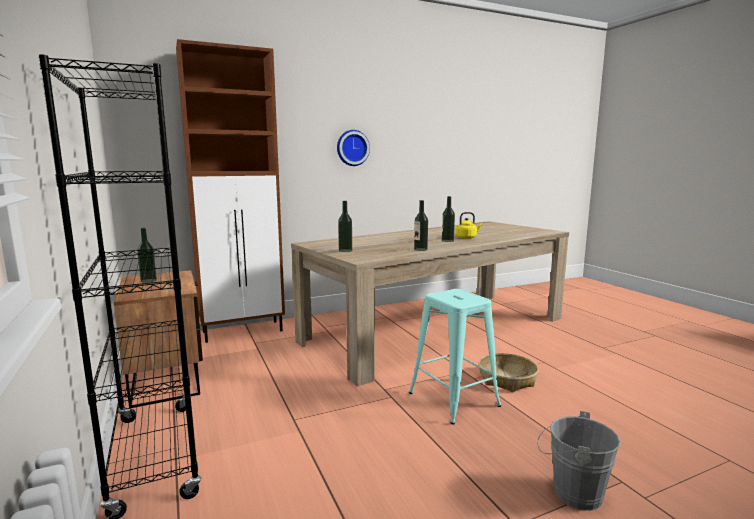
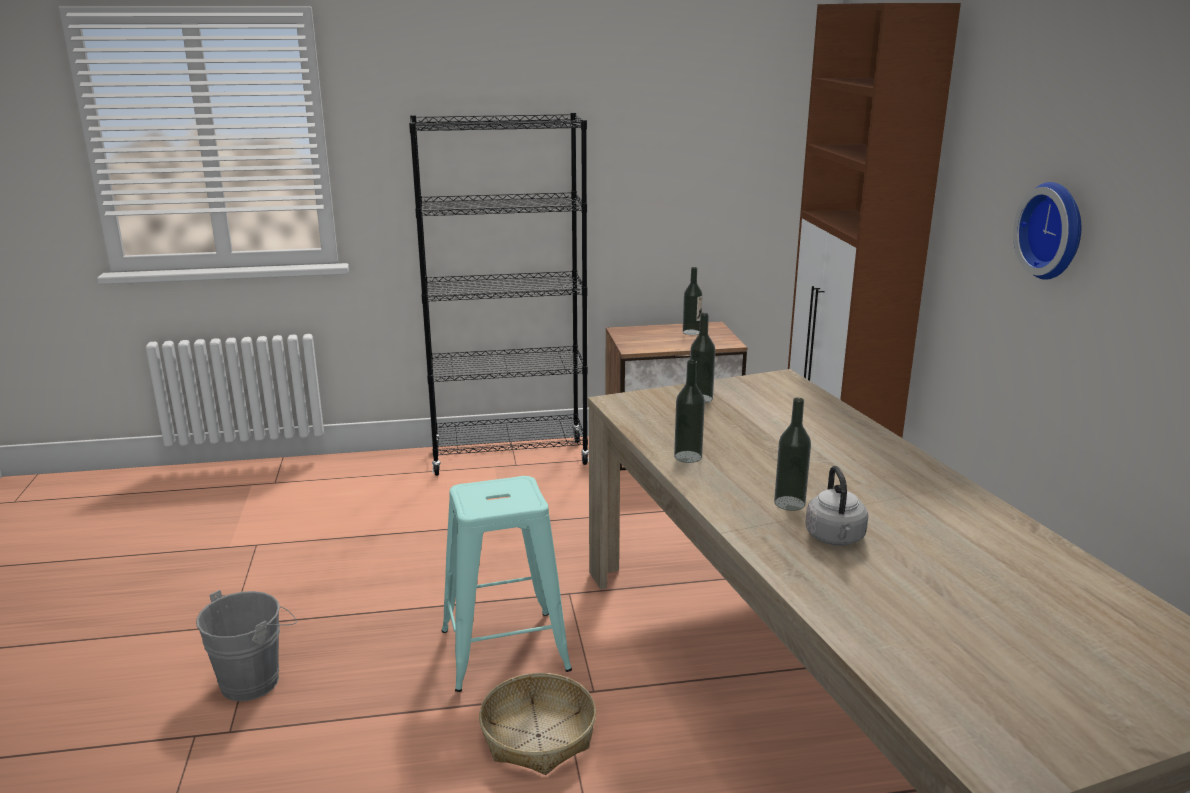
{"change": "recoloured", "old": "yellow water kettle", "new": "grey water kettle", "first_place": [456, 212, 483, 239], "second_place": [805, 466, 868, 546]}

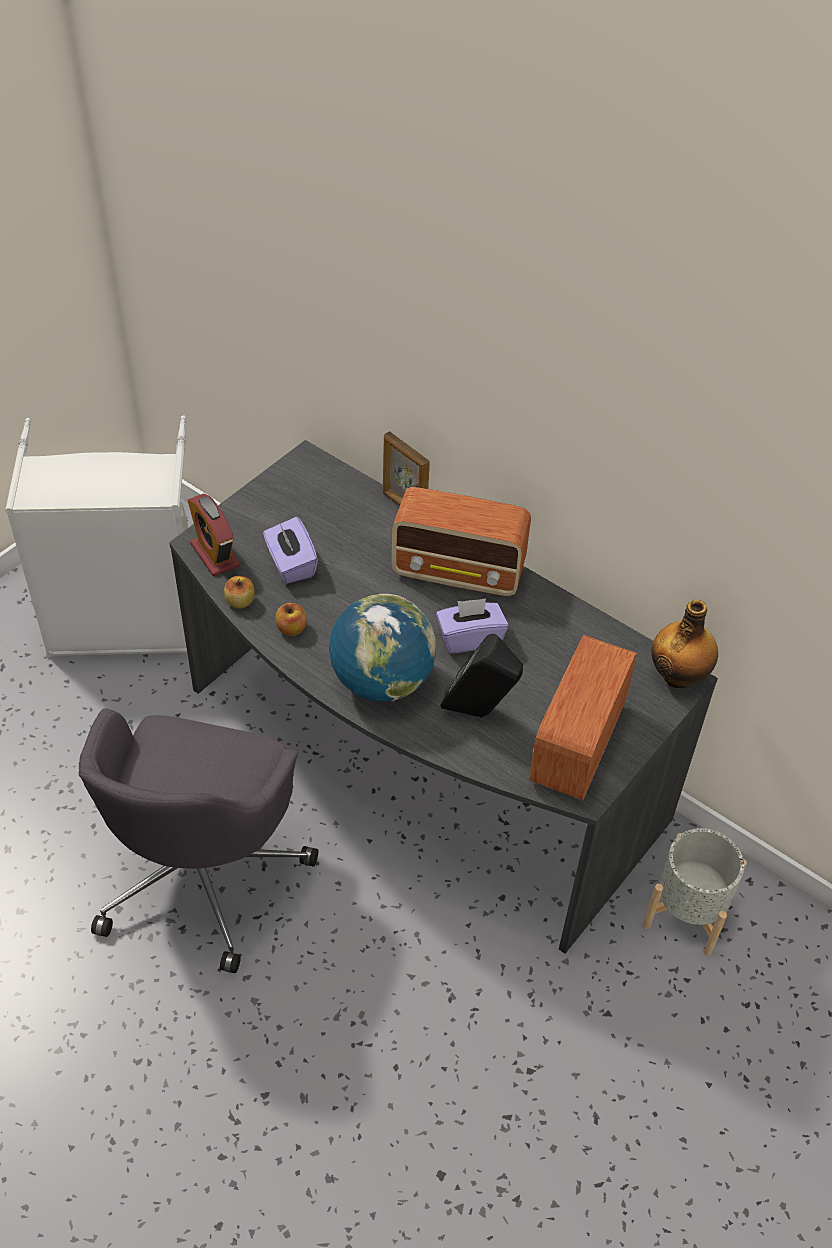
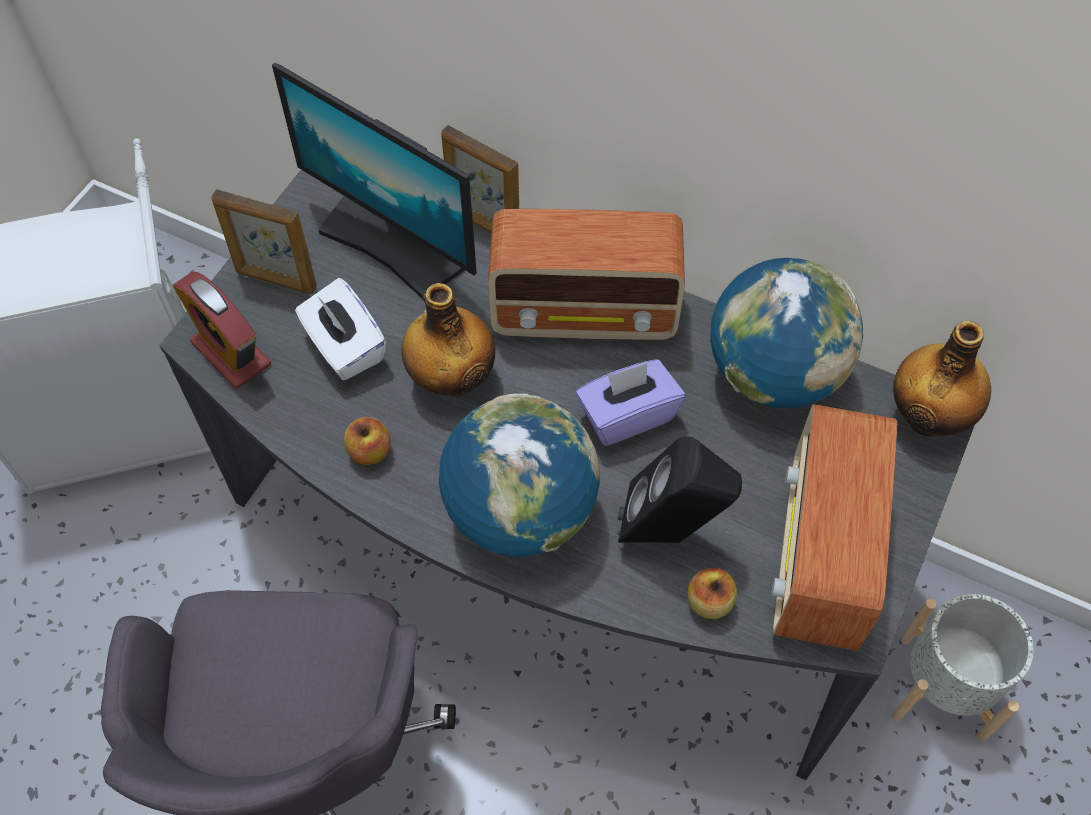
{"change": "added", "new": "picture frame", "second_place": [211, 189, 317, 294]}
{"change": "added", "new": "computer screen", "second_place": [272, 63, 477, 298]}
{"change": "recoloured", "old": "purplish box of tissues", "new": "white-coloured box of tissues", "first_place": [263, 517, 318, 584], "second_place": [295, 278, 386, 380]}
{"change": "added", "new": "bottle", "second_place": [401, 283, 495, 396]}
{"change": "moved", "old": "apple fruit", "first_place": [224, 576, 255, 609], "second_place": [687, 568, 737, 619]}
{"change": "added", "new": "world globe", "second_place": [710, 258, 863, 408]}

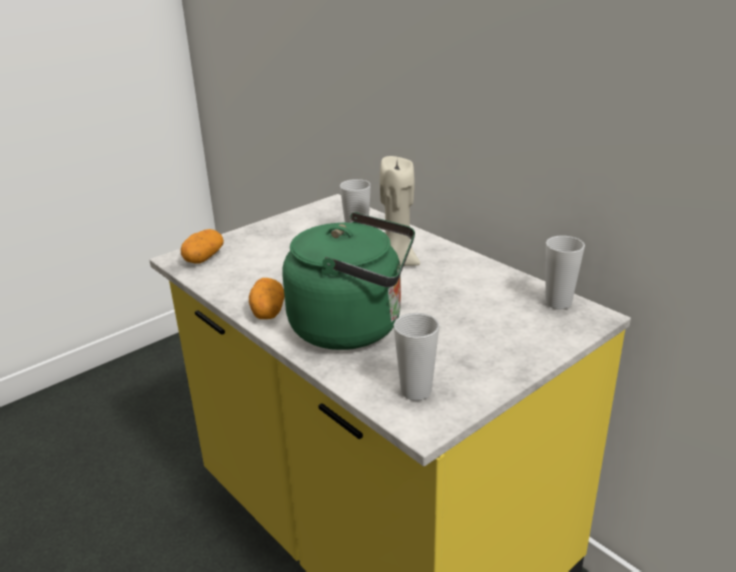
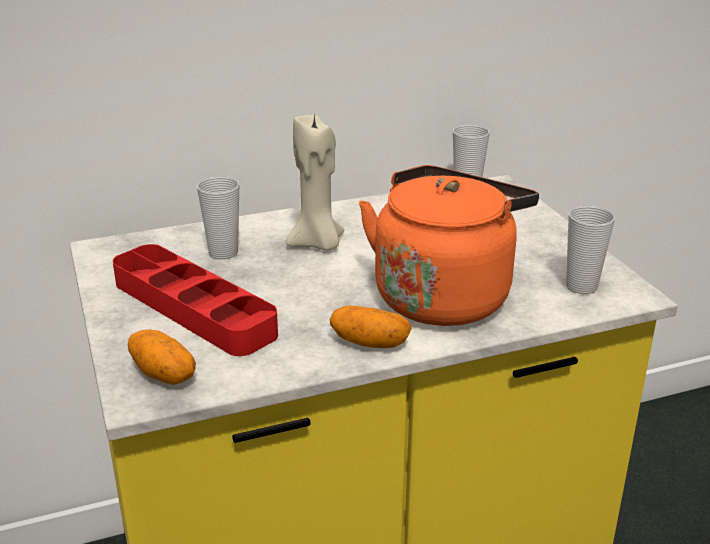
{"change": "added", "new": "red tray", "second_place": [113, 244, 278, 356]}
{"change": "recoloured", "old": "greenish water kettle", "new": "orange water kettle", "first_place": [283, 212, 415, 350], "second_place": [359, 165, 539, 326]}

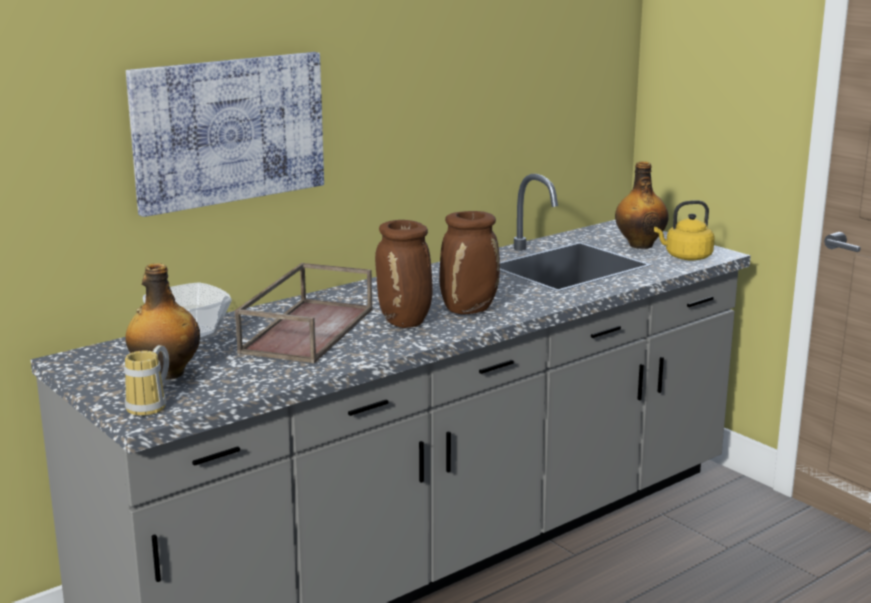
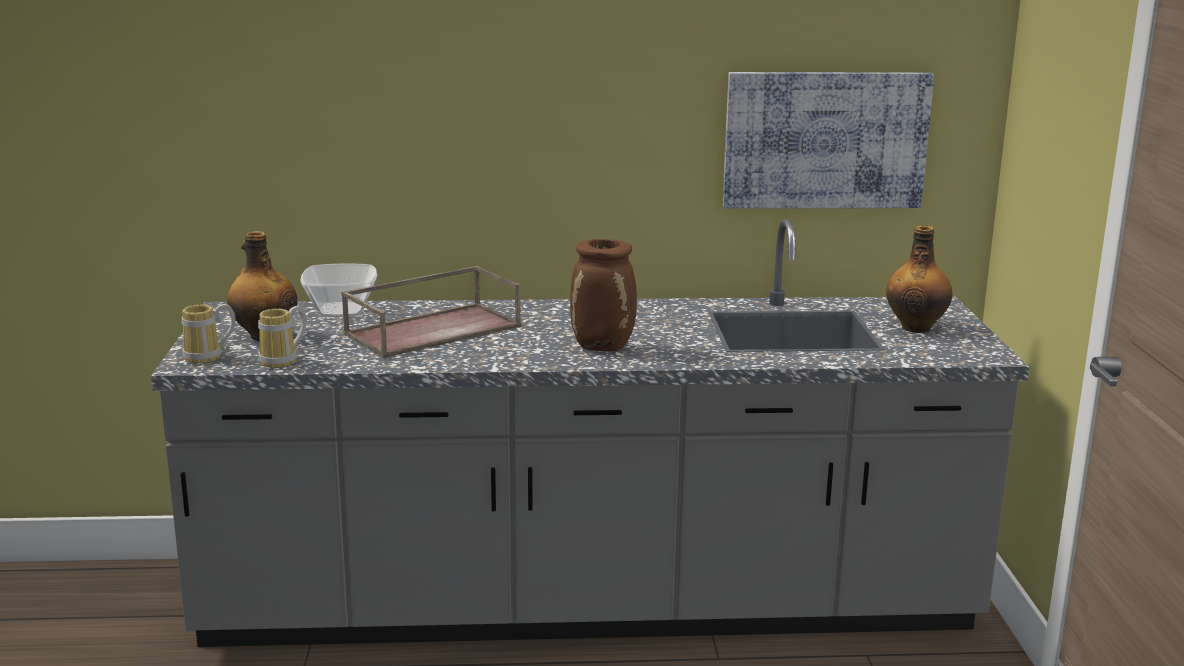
{"change": "added", "new": "coffee mug", "second_place": [258, 306, 307, 368]}
{"change": "moved", "old": "wall art", "first_place": [126, 52, 324, 217], "second_place": [723, 72, 934, 209]}
{"change": "removed", "old": "brown flower vase", "first_place": [375, 220, 433, 328]}
{"change": "removed", "old": "yellow water kettle", "first_place": [654, 200, 715, 260]}

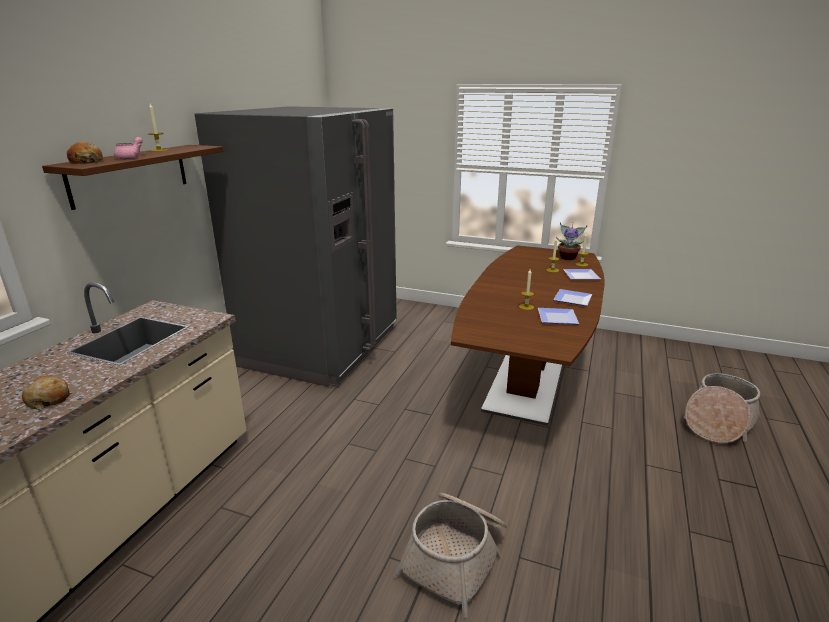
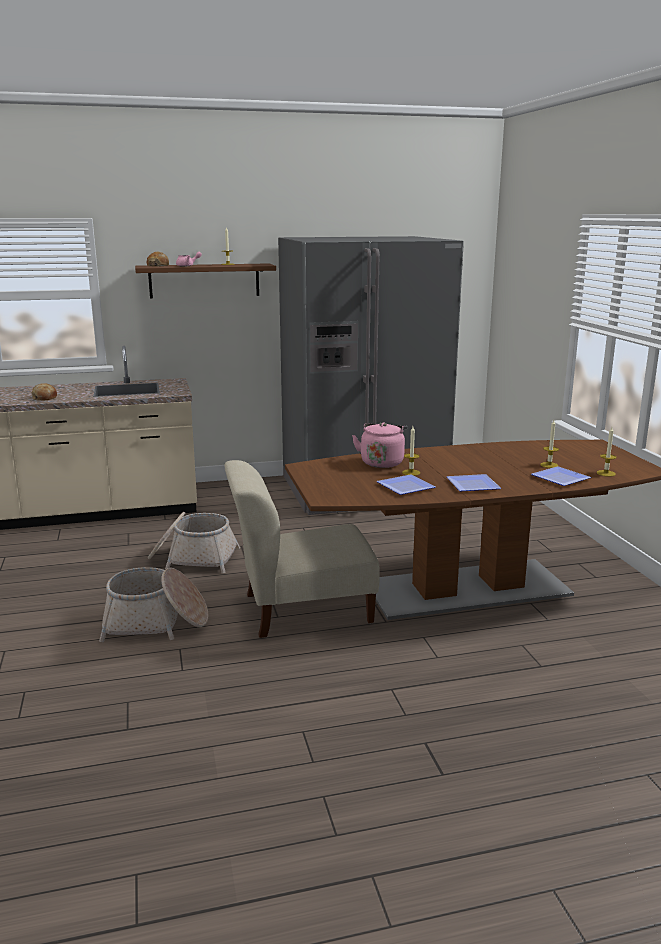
{"change": "moved", "old": "storage basket", "first_place": [684, 373, 760, 443], "second_place": [148, 512, 240, 573]}
{"change": "added", "new": "beige-coloured chair", "second_place": [224, 460, 380, 638]}
{"change": "added", "new": "pink water kettle", "second_place": [352, 422, 407, 468]}
{"change": "removed", "old": "houseplant", "first_place": [556, 222, 588, 260]}

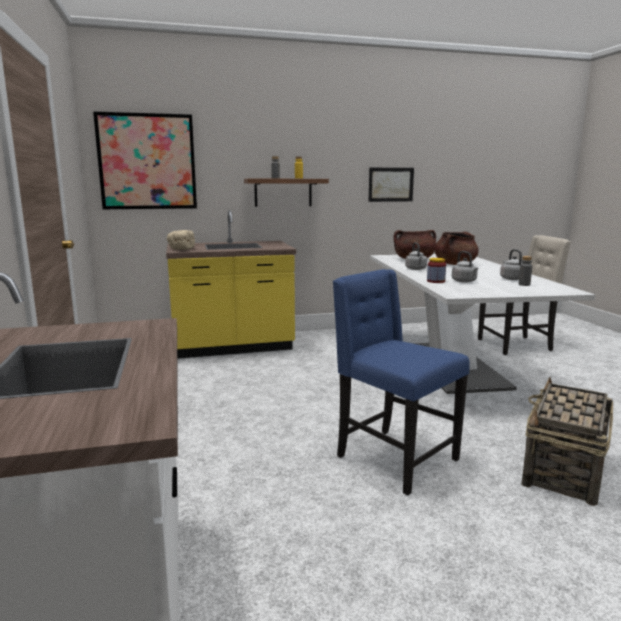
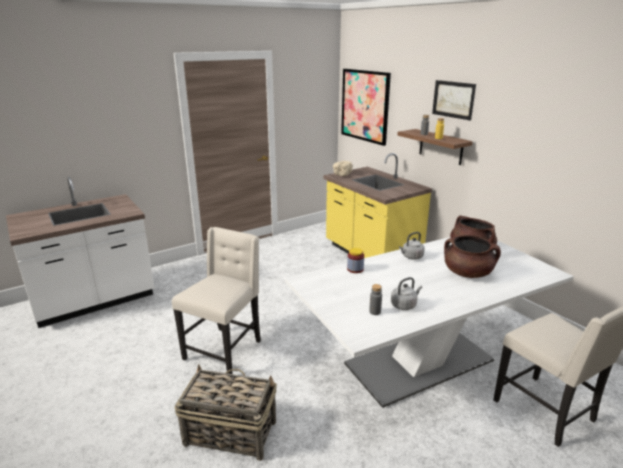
{"change": "recoloured", "old": "bluish chair", "new": "beige-coloured chair", "first_place": [333, 269, 470, 495], "second_place": [172, 227, 261, 374]}
{"change": "moved", "old": "wall art", "first_place": [369, 168, 414, 202], "second_place": [432, 80, 476, 120]}
{"change": "removed", "old": "grey water kettle", "first_place": [452, 251, 478, 283]}

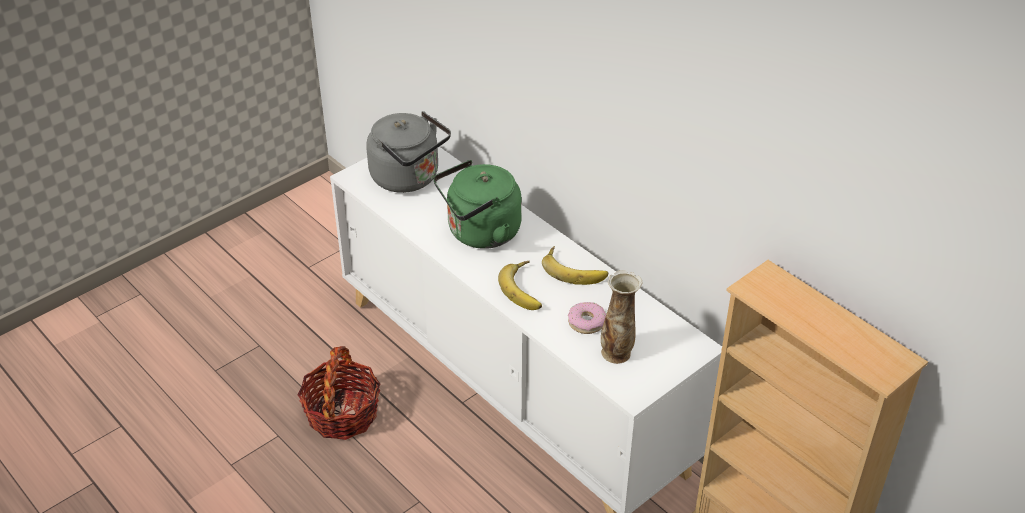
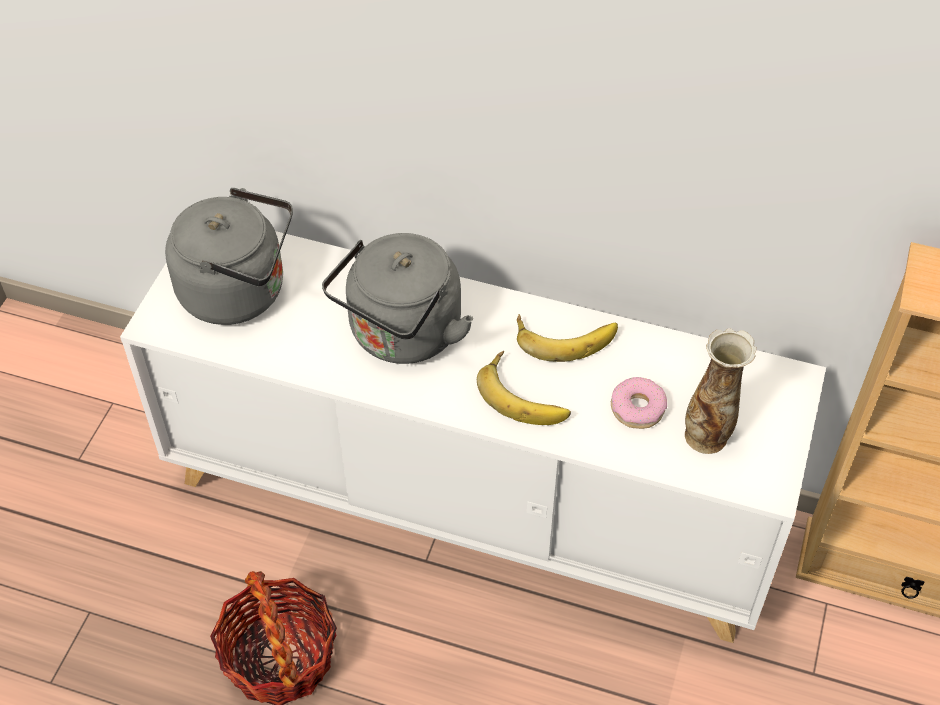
{"change": "recoloured", "old": "greenish water kettle", "new": "grey water kettle", "first_place": [433, 160, 522, 249], "second_place": [322, 233, 474, 364]}

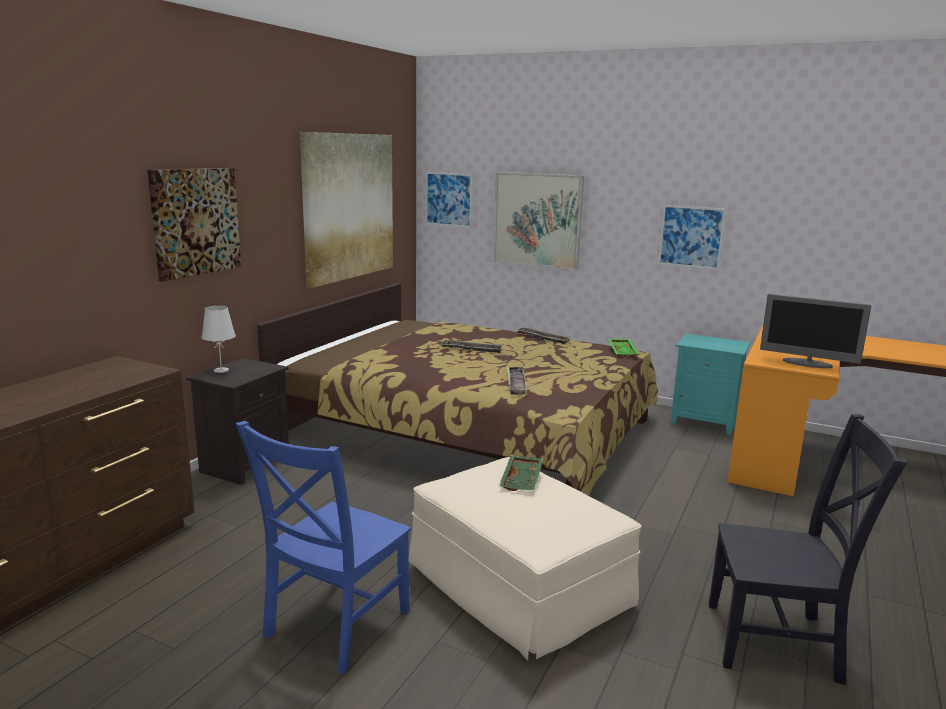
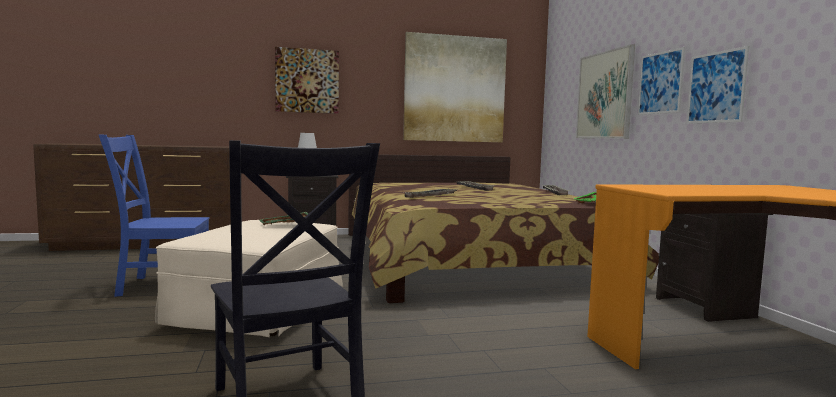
{"change": "moved", "old": "wall art", "first_place": [426, 172, 473, 228], "second_place": [638, 47, 685, 115]}
{"change": "recoloured", "old": "turquoise-coloured bedside table", "new": "blackish bedside table", "first_place": [671, 334, 751, 435], "second_place": [656, 213, 773, 322]}
{"change": "removed", "old": "computer screen", "first_place": [760, 294, 871, 368]}

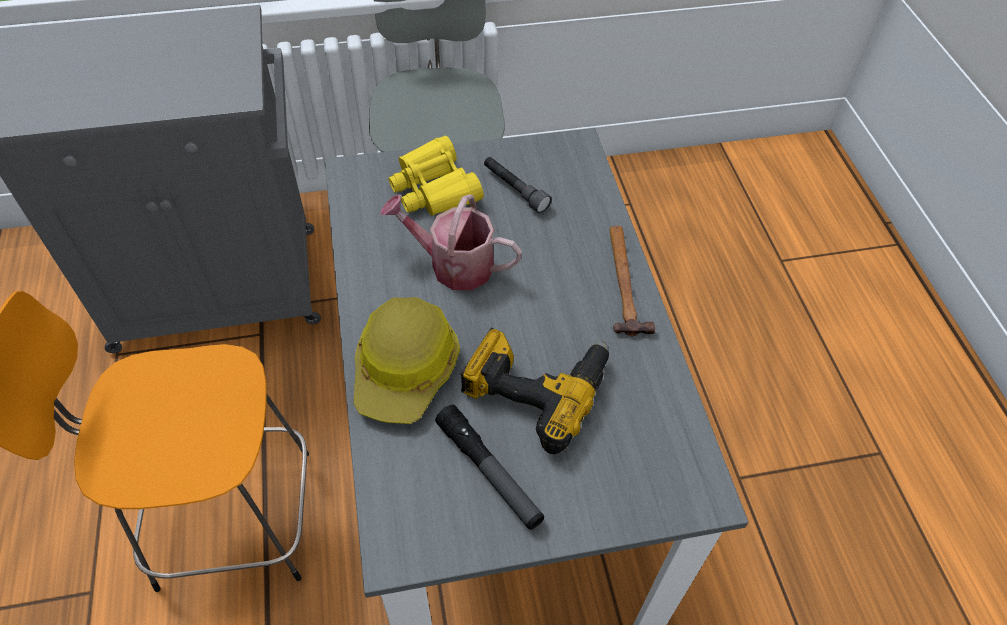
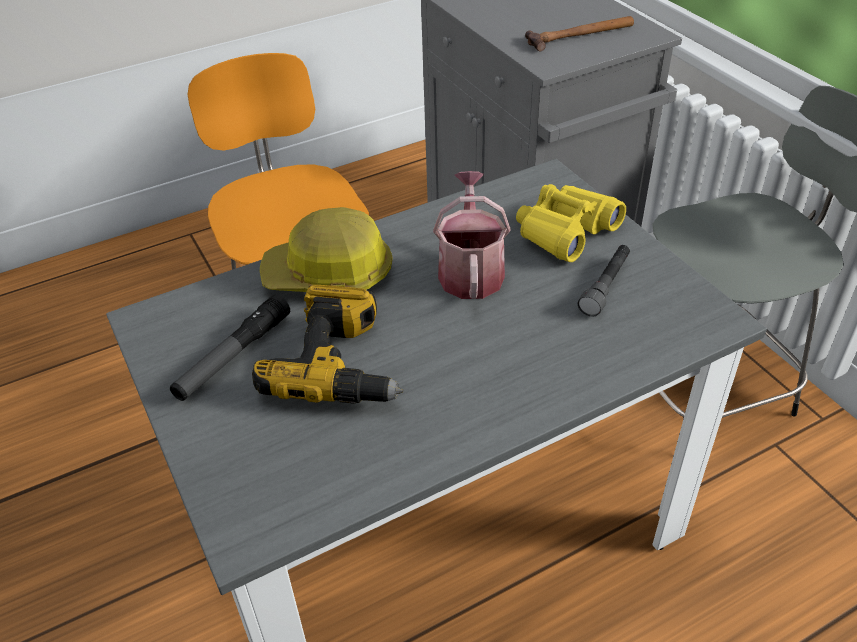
{"change": "moved", "old": "hand hammer", "first_place": [610, 226, 655, 337], "second_place": [525, 16, 634, 52]}

